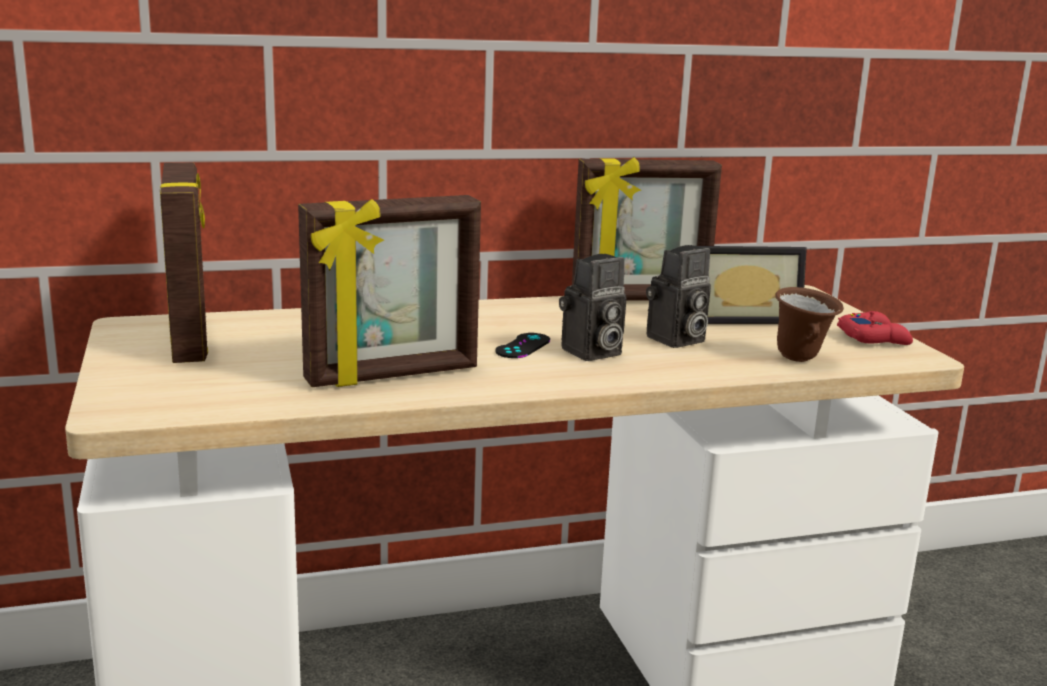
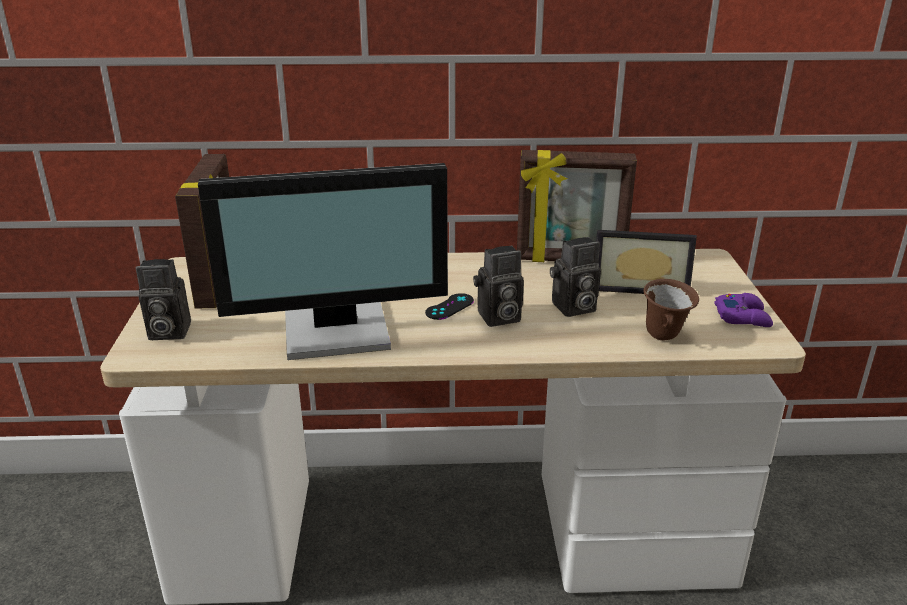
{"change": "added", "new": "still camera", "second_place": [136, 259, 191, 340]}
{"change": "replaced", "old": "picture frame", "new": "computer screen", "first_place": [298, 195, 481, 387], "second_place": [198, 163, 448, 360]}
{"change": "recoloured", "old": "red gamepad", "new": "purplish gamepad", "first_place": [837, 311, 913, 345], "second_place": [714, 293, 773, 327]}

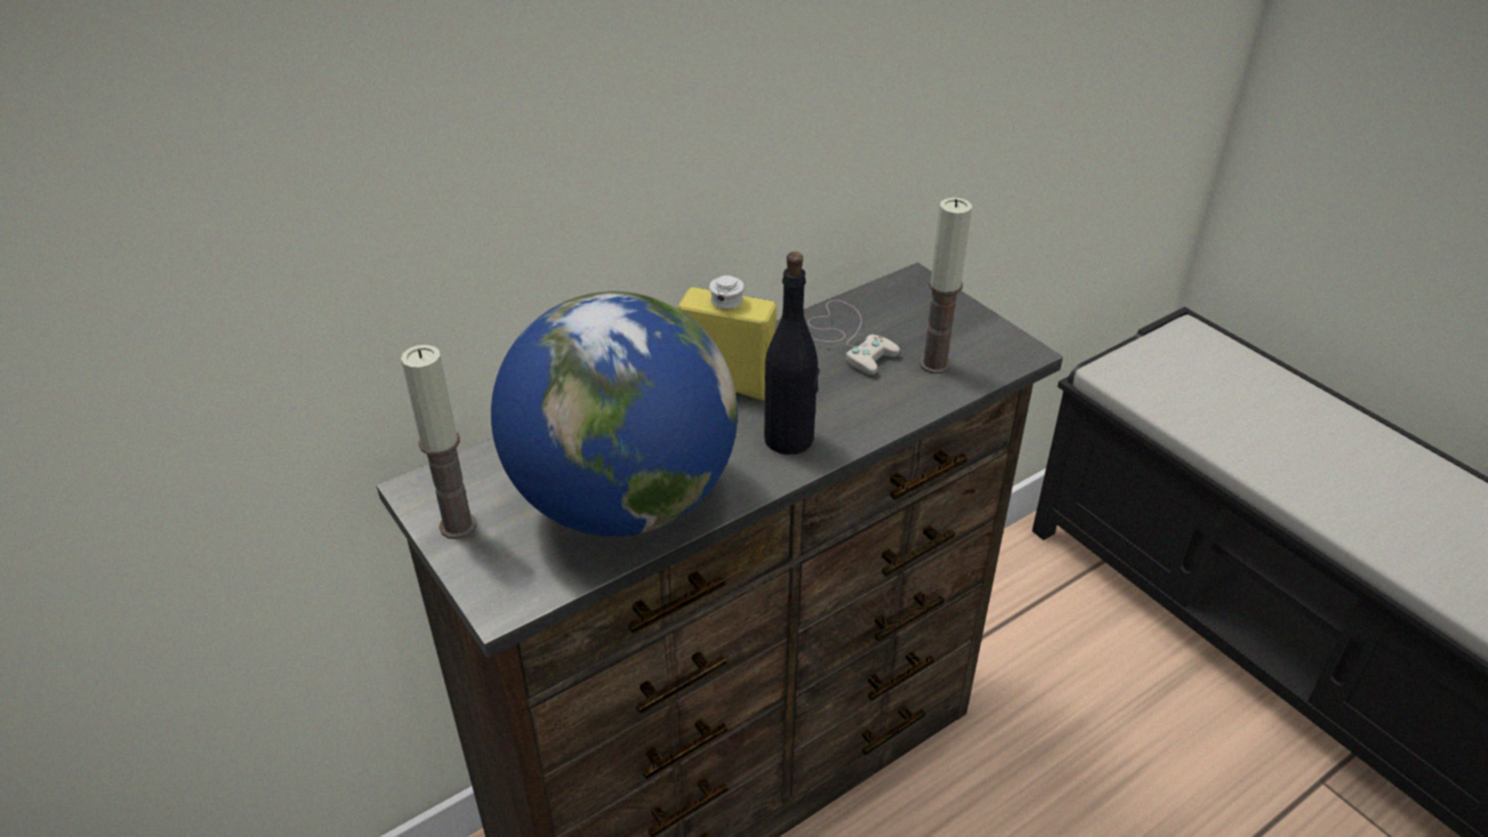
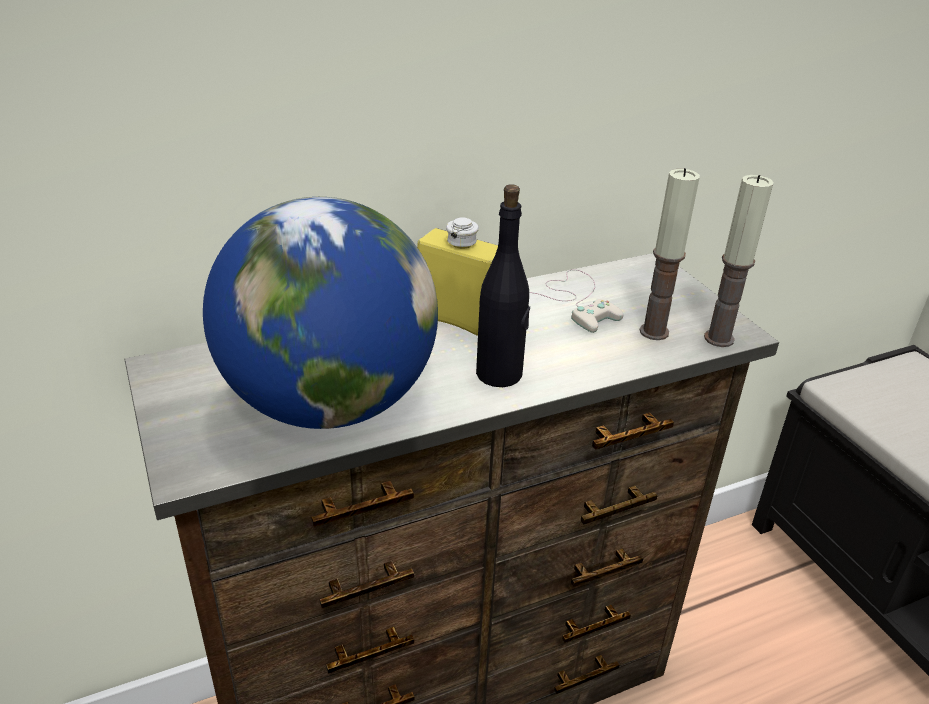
{"change": "moved", "old": "wax candle", "first_place": [401, 345, 477, 539], "second_place": [704, 175, 774, 347]}

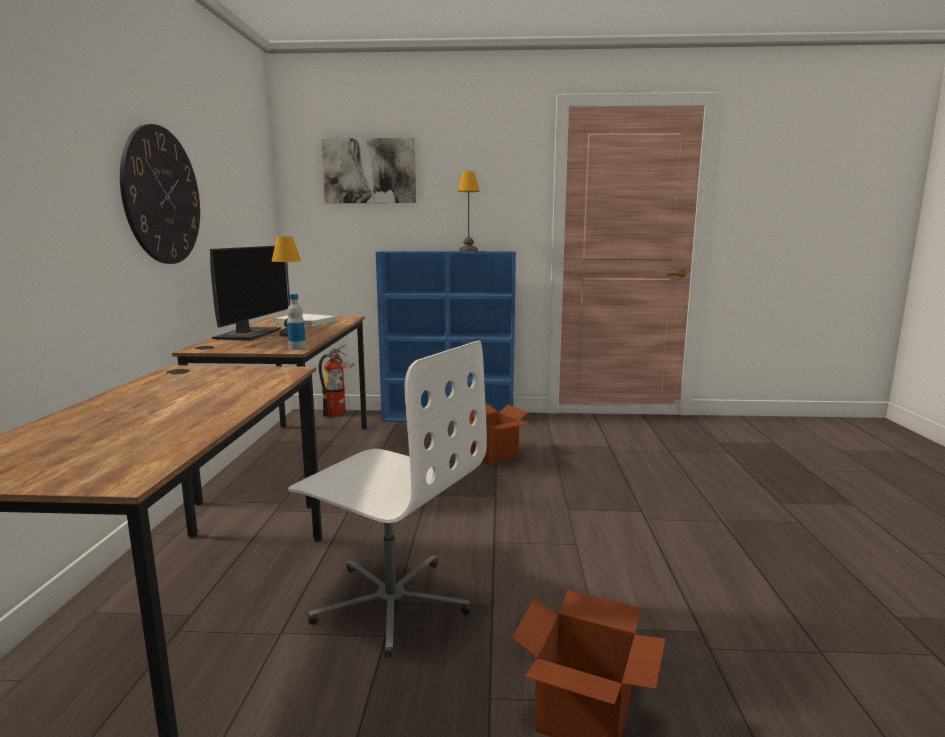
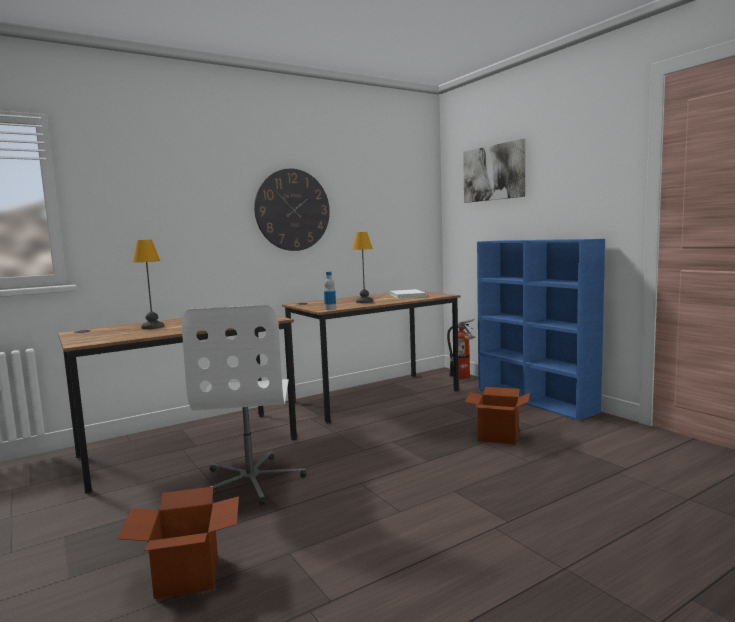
{"change": "moved", "old": "table lamp", "first_place": [457, 171, 480, 251], "second_place": [133, 240, 164, 329]}
{"change": "removed", "old": "computer screen", "first_place": [210, 246, 289, 341]}

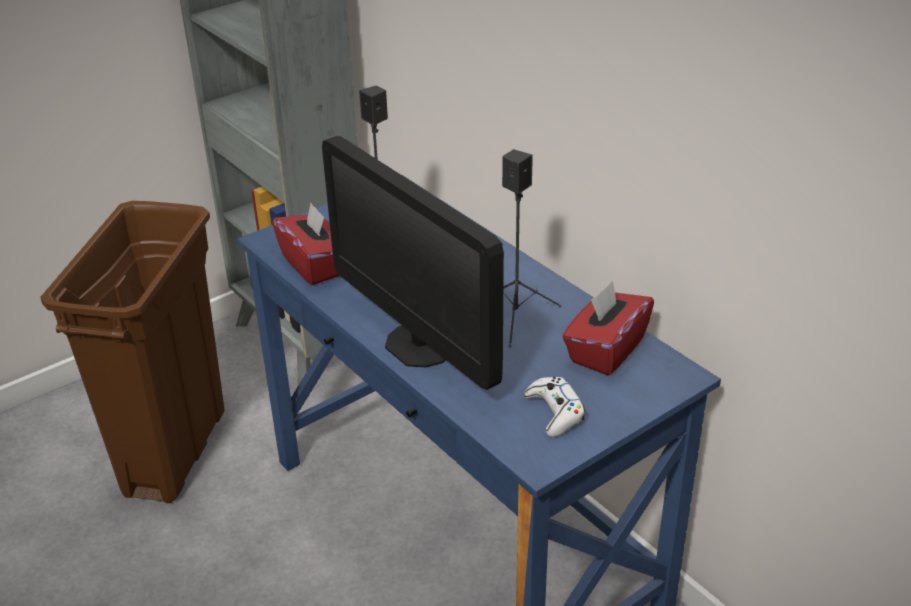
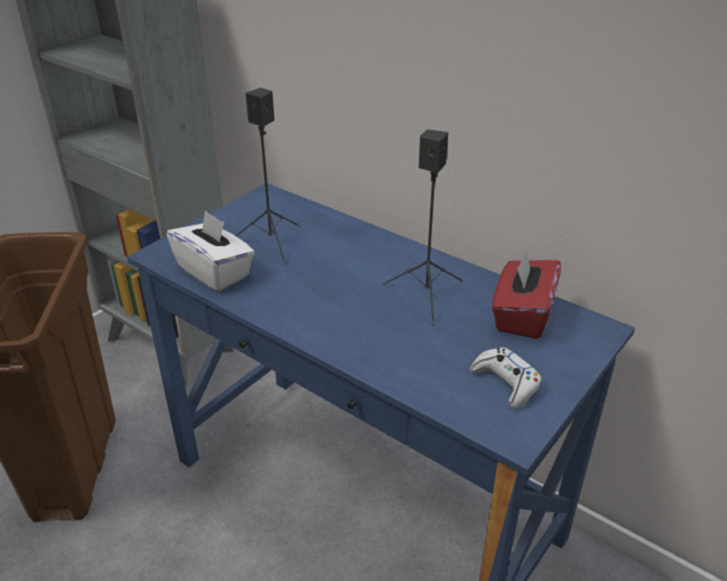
{"change": "recoloured", "old": "red box of tissues", "new": "white-coloured box of tissues", "first_place": [272, 202, 340, 285], "second_place": [167, 210, 255, 291]}
{"change": "removed", "old": "computer screen", "first_place": [322, 136, 504, 390]}

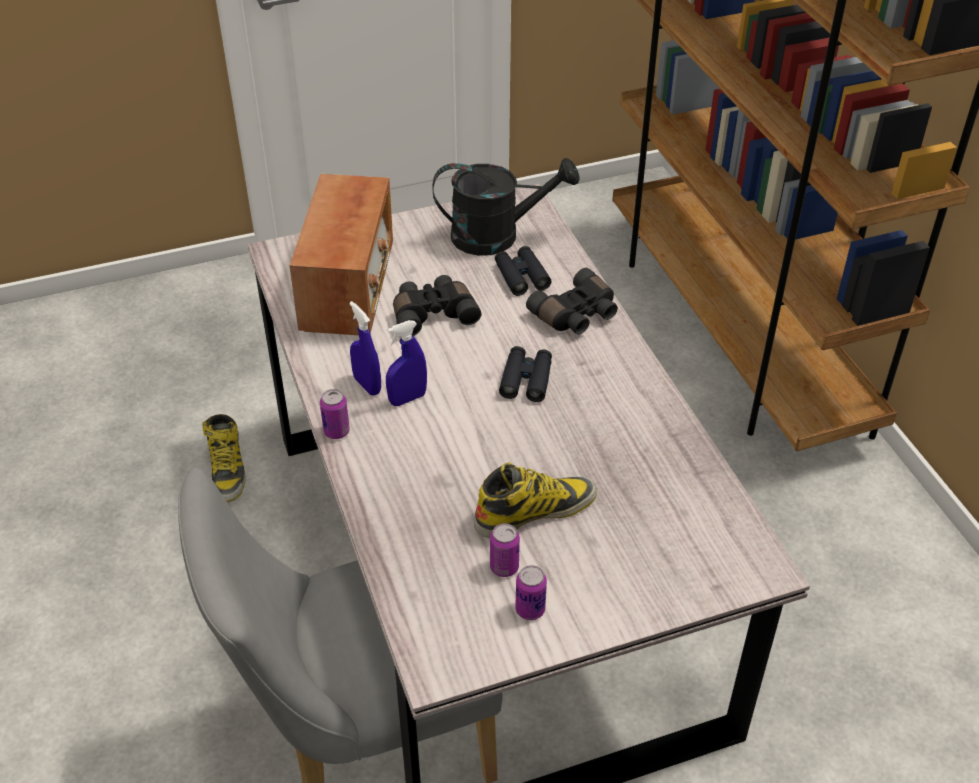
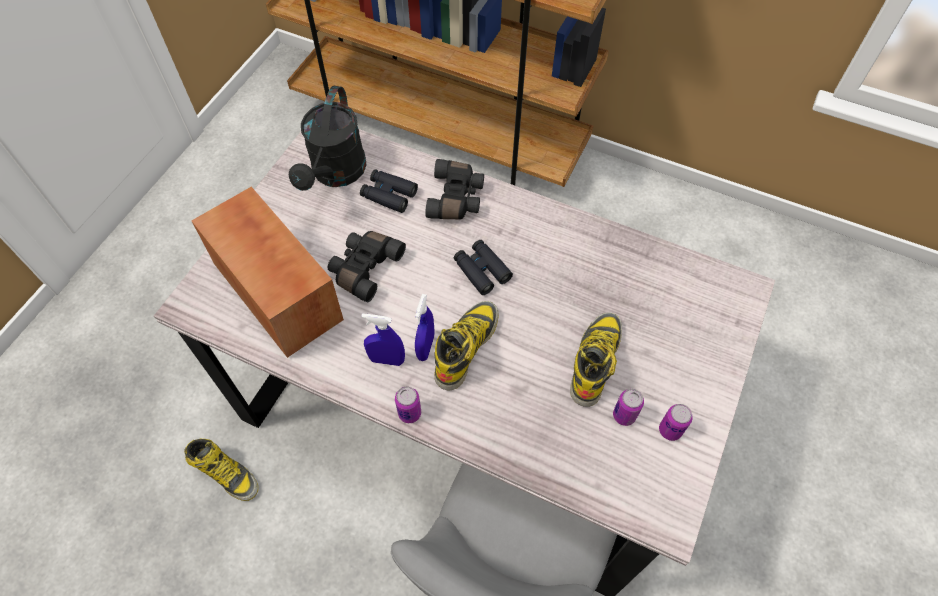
{"change": "turned", "old": "blackish sprinkling can", "first_place": [433, 158, 579, 256], "second_place": [289, 86, 366, 191], "degrees": 150}
{"change": "added", "new": "high-top boot", "second_place": [434, 301, 499, 391]}

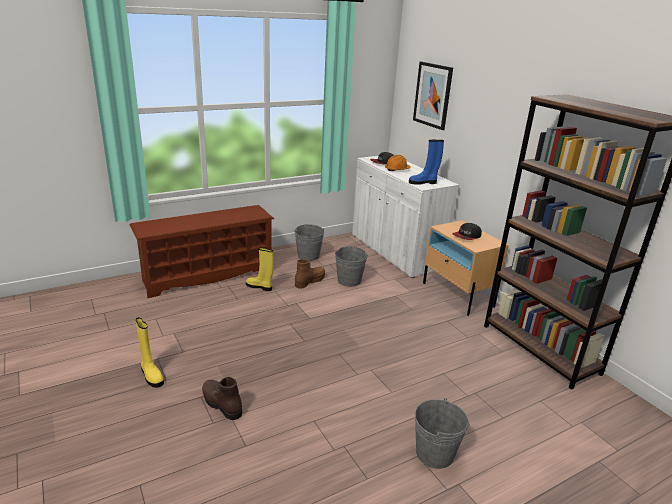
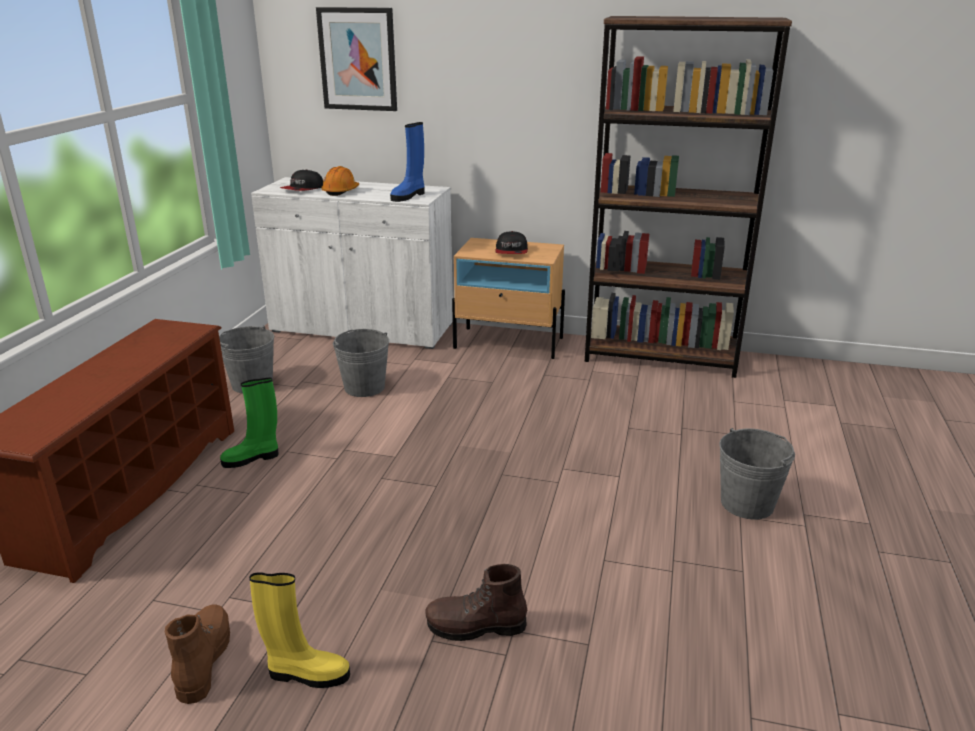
{"change": "moved", "old": "brown high-top boot", "first_place": [295, 259, 325, 289], "second_place": [165, 604, 230, 704]}
{"change": "recoloured", "old": "yellow high-top boot", "new": "greenish high-top boot", "first_place": [246, 247, 274, 291], "second_place": [220, 377, 279, 468]}

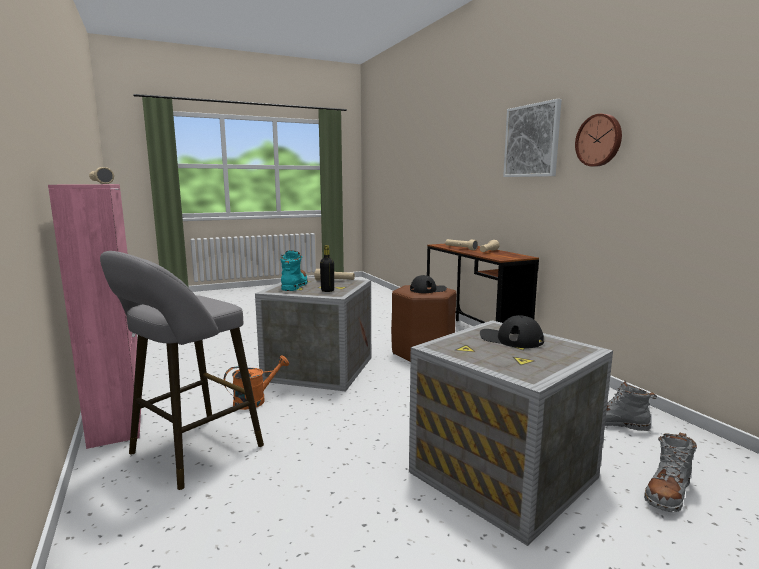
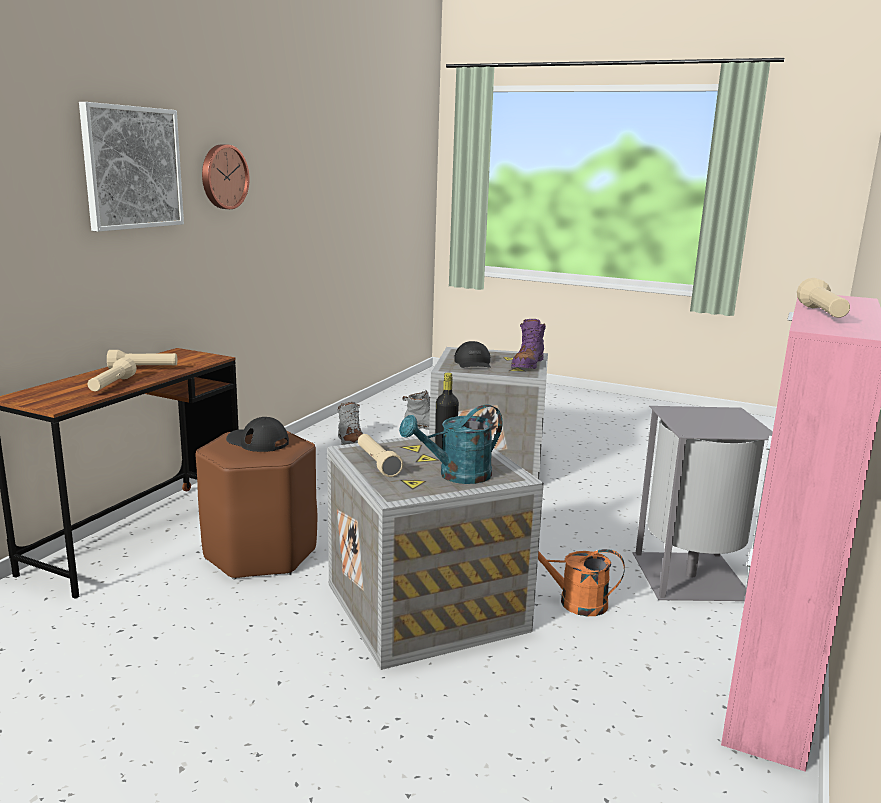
{"change": "replaced", "old": "turquoise-coloured high-top boot", "new": "turquoise-coloured sprinkling can", "first_place": [281, 250, 308, 291], "second_place": [399, 404, 502, 484]}
{"change": "added", "new": "purplish high-top boot", "second_place": [511, 319, 546, 369]}
{"change": "replaced", "old": "grey sitting stool", "new": "grey rubbish bin", "first_place": [100, 251, 264, 490], "second_place": [632, 406, 773, 601]}

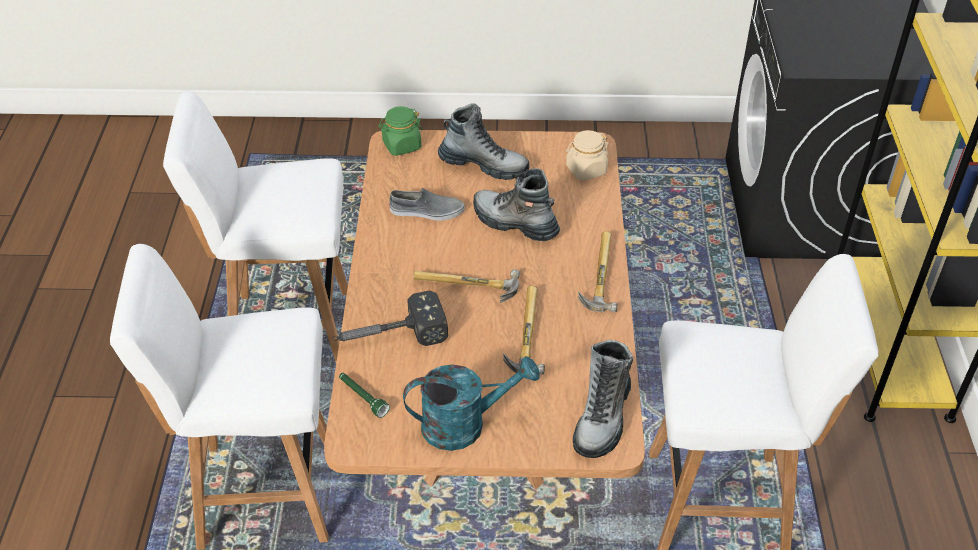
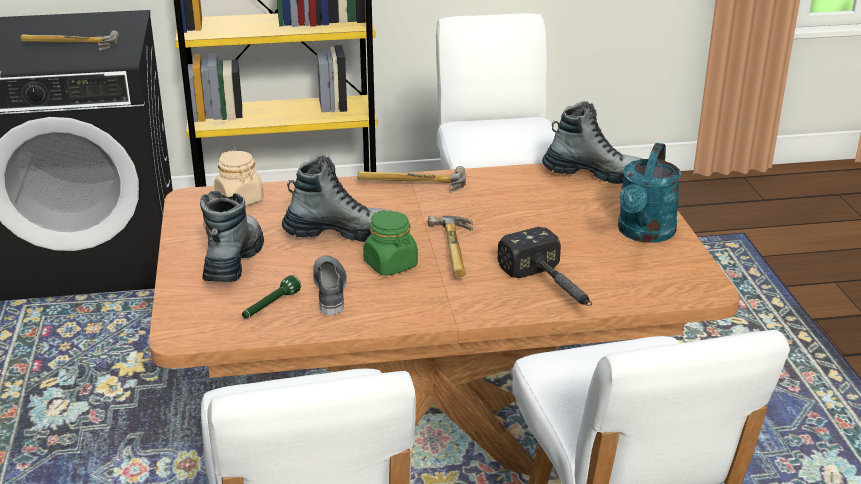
{"change": "moved", "old": "hand hammer", "first_place": [503, 286, 545, 374], "second_place": [21, 30, 119, 50]}
{"change": "moved", "old": "greenish flashlight", "first_place": [339, 373, 390, 418], "second_place": [242, 275, 301, 319]}
{"change": "turned", "old": "high-top boot", "first_place": [473, 168, 560, 241], "second_place": [282, 155, 391, 242], "degrees": -120}
{"change": "moved", "old": "greenish storage jar", "first_place": [378, 106, 422, 156], "second_place": [363, 210, 418, 276]}
{"change": "turned", "old": "turquoise-coloured sprinkling can", "first_place": [403, 356, 539, 451], "second_place": [618, 143, 682, 243], "degrees": -135}

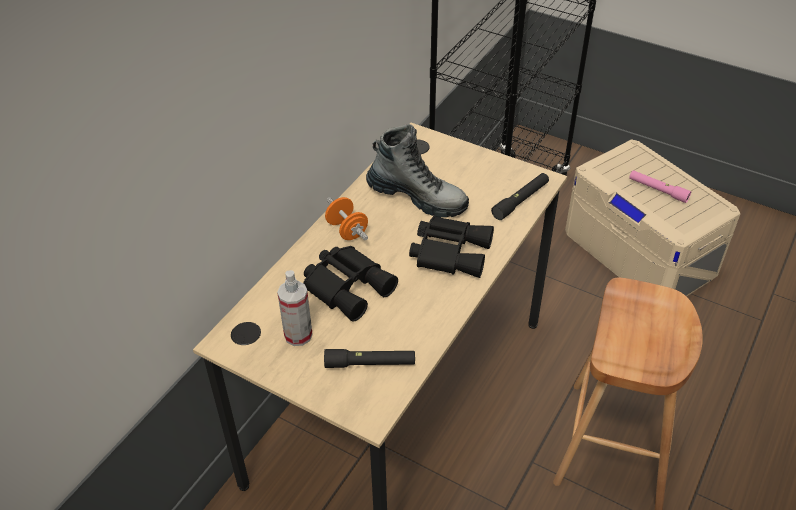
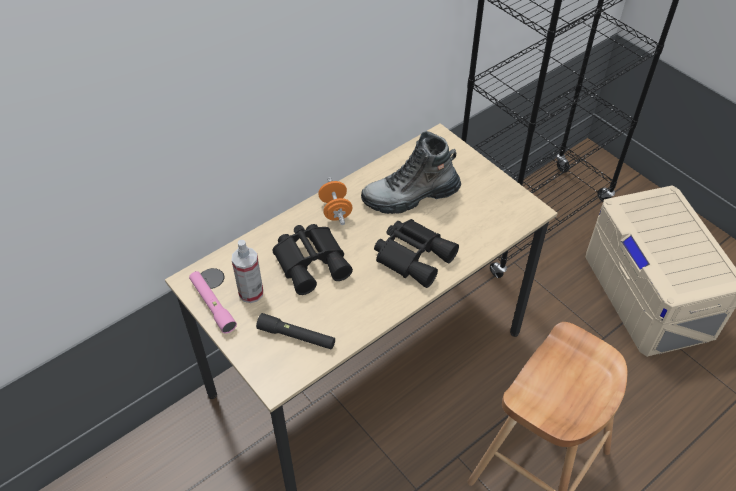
{"change": "moved", "old": "pink flashlight", "first_place": [629, 170, 691, 203], "second_place": [189, 271, 237, 334]}
{"change": "turned", "old": "high-top boot", "first_place": [366, 124, 469, 218], "second_place": [361, 131, 461, 214], "degrees": 120}
{"change": "removed", "old": "blackish flashlight", "first_place": [491, 173, 549, 220]}

